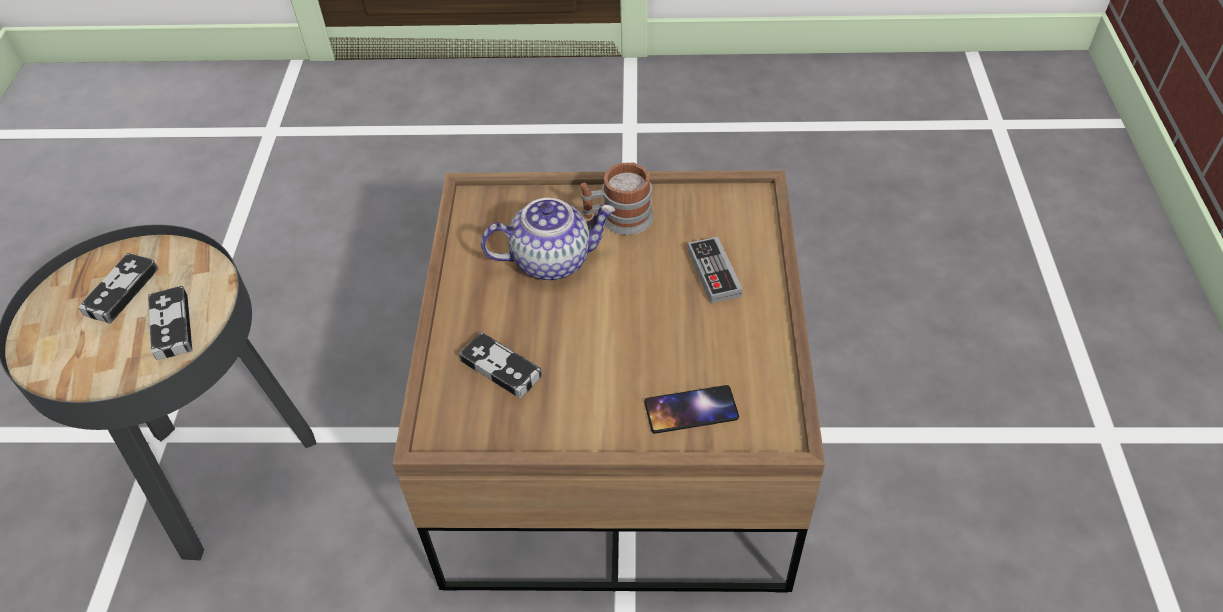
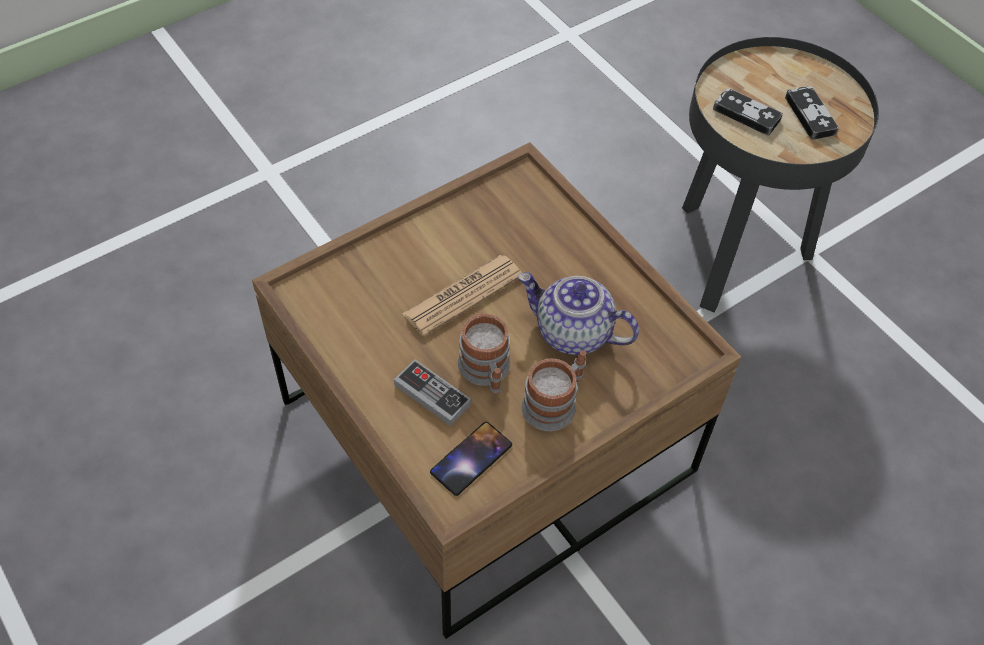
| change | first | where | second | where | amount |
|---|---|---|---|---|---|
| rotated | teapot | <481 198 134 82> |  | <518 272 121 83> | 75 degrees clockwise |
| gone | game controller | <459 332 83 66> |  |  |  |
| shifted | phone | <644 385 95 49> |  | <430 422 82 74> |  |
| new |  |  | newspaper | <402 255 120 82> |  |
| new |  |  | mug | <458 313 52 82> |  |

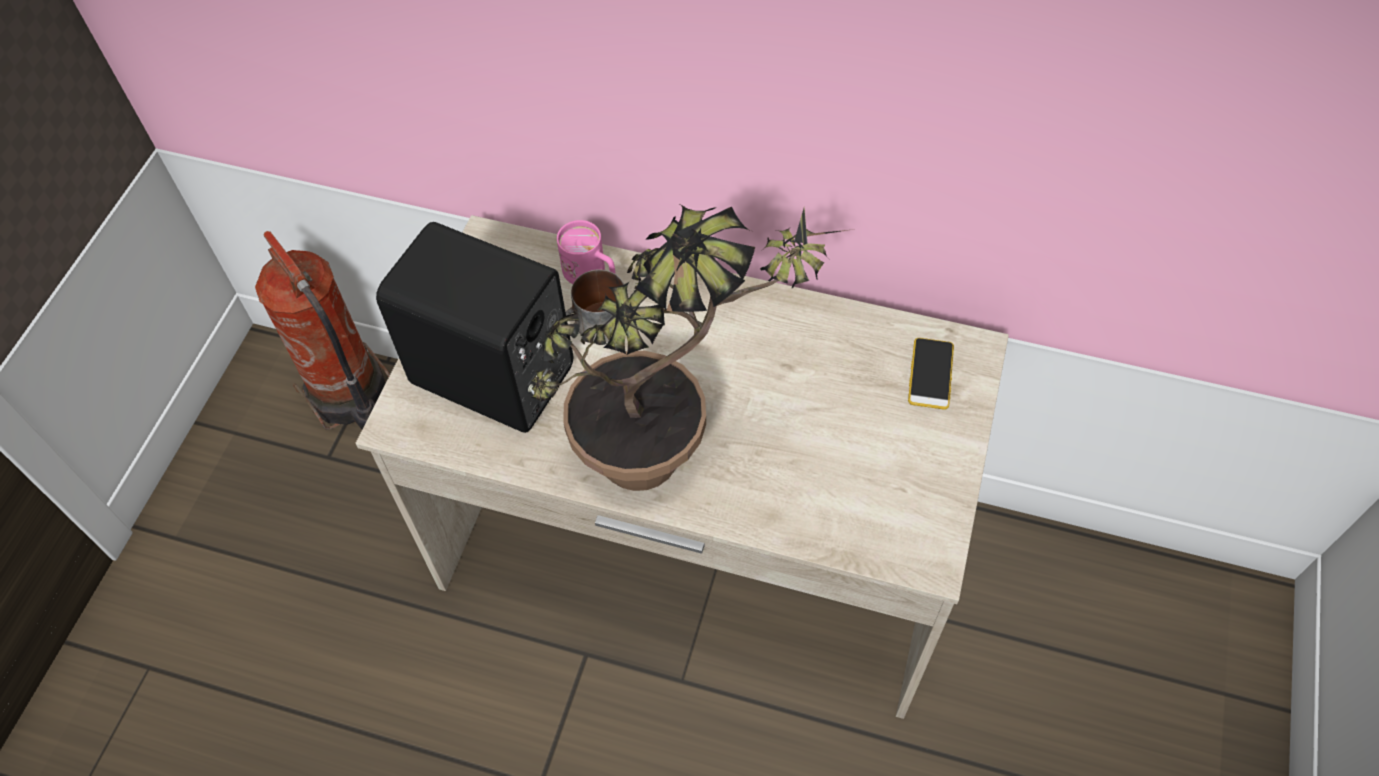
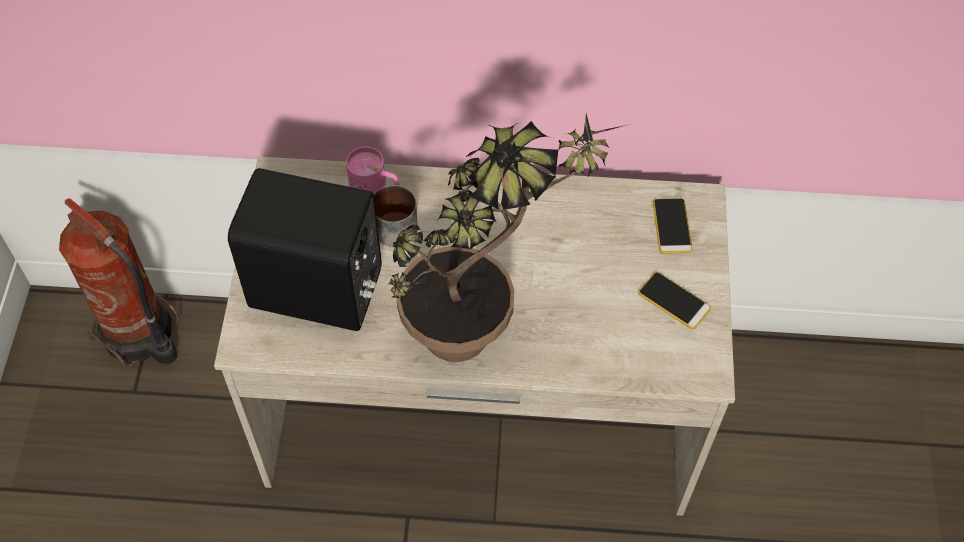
| change | first | where | second | where | amount |
|---|---|---|---|---|---|
| new |  |  | phone | <638 272 73 57> |  |

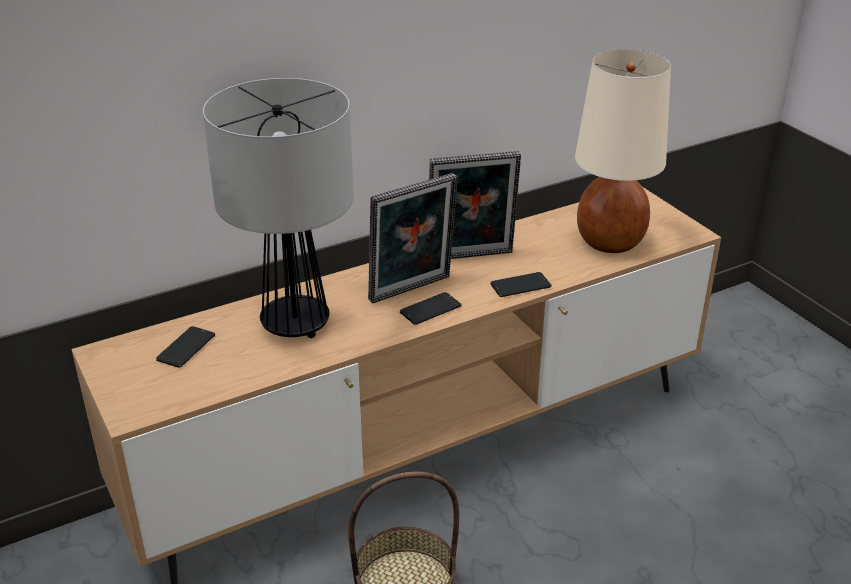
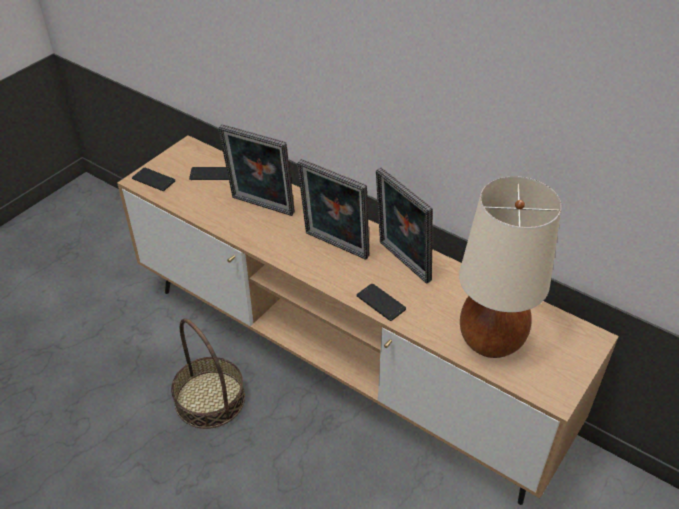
| change | first | where | second | where | amount |
|---|---|---|---|---|---|
| swapped | table lamp | <203 78 151 260> | picture frame | <218 124 77 92> |  |
| shifted | phone | <400 292 62 33> |  | <132 168 43 23> |  |

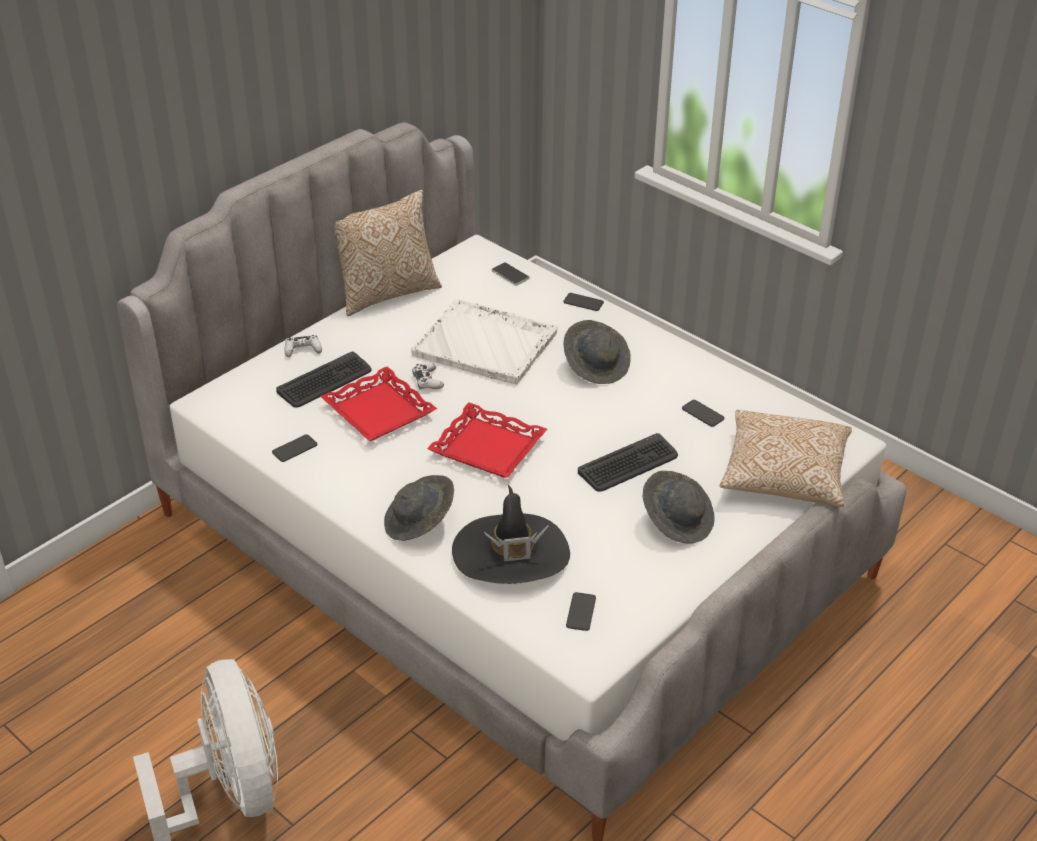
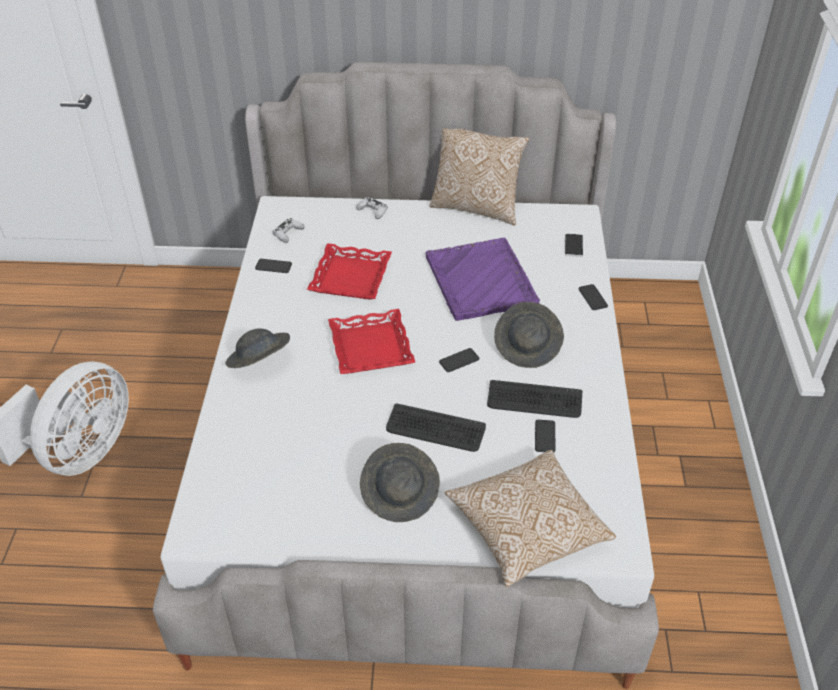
| change | first | where | second | where | amount |
|---|---|---|---|---|---|
| repainted | tray (white) | <411 299 147 85> | tray (purple) | <426 238 114 83> |  |
| shifted | keyboard | <276 352 95 56> |  | <487 380 95 38> |  |
| shifted | game controller (white) | <412 363 32 26> |  | <273 218 32 25> |  |
| gone | hat (black) | <452 485 118 99> |  |  |  |
| shifted | phone | <566 592 30 39> |  | <439 348 40 24> |  |

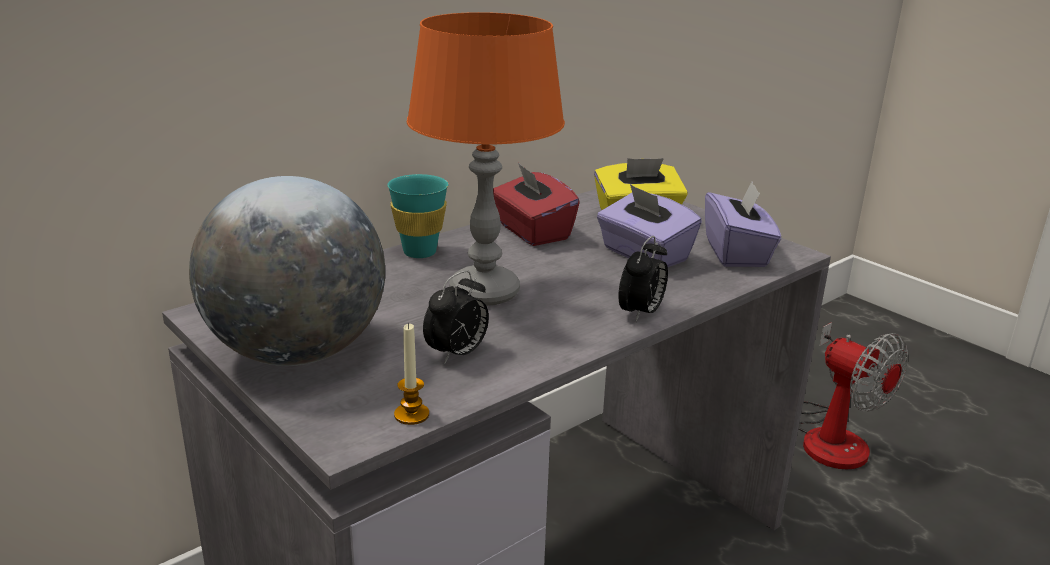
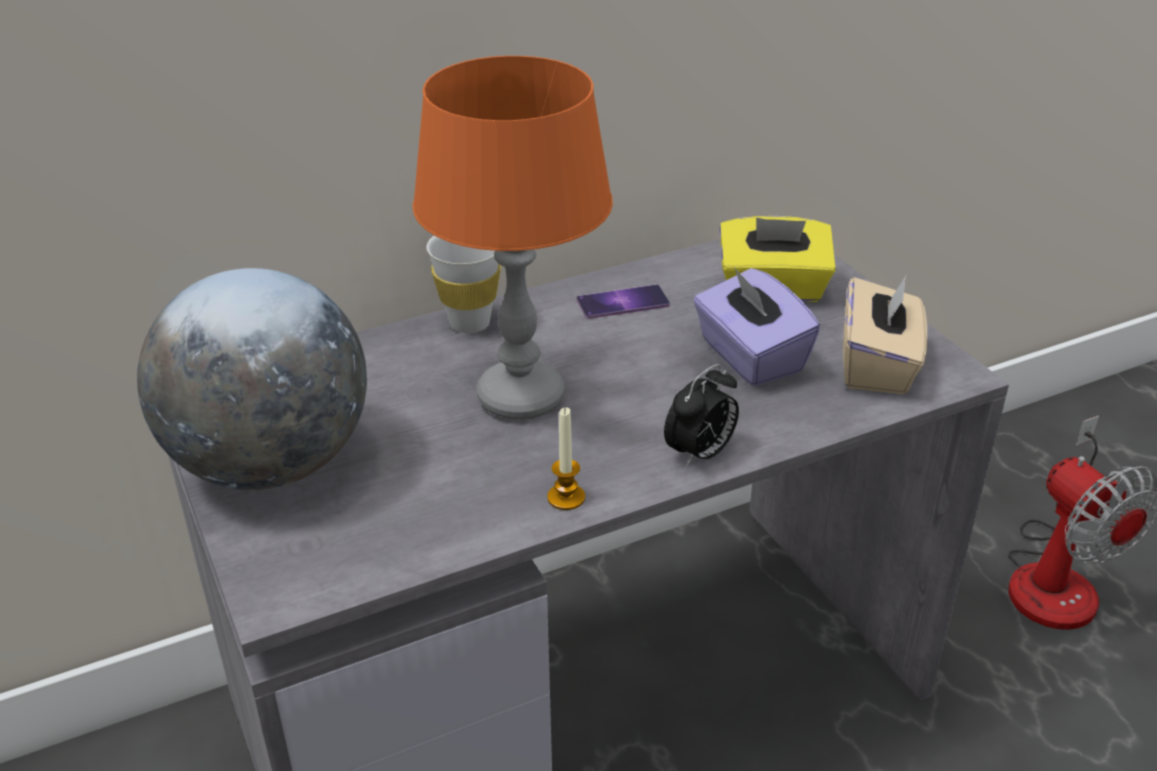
| change | first | where | second | where | amount |
|---|---|---|---|---|---|
| swapped | tissue box (red) | <493 163 87 83> | phone | <576 284 94 35> |  |
| repainted | cup (turquoise) | <388 174 60 84> | cup (white) | <427 236 74 97> |  |
| repainted | tissue box (purple) | <705 181 76 86> | tissue box (beige) | <843 274 84 120> |  |
| gone | alarm clock | <423 270 66 94> |  |  |  |
| shifted | candle | <394 323 35 102> |  | <547 408 38 102> |  |

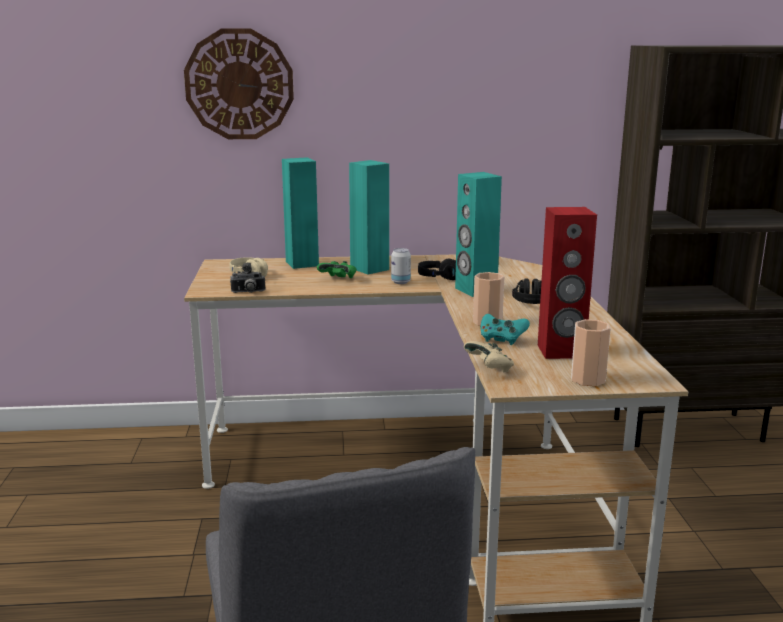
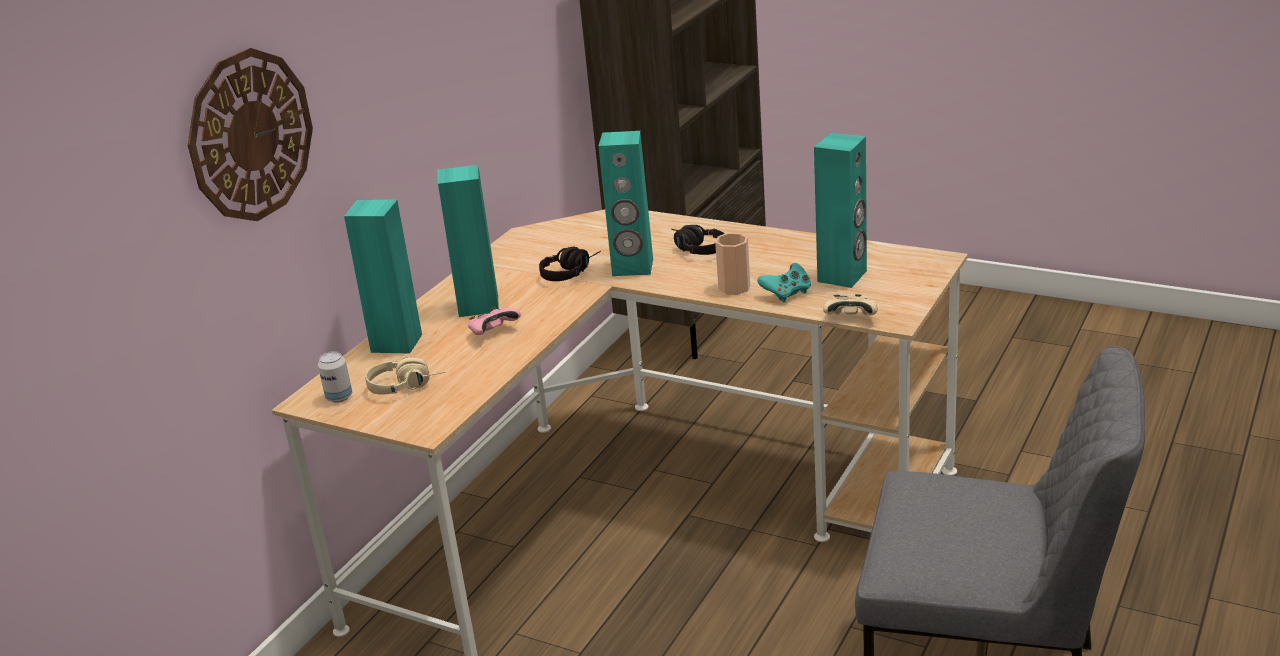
| change | first | where | second | where | amount |
|---|---|---|---|---|---|
| repainted | speaker (red) | <538 207 59 152> | speaker (turquoise) | <814 133 53 155> |  |
| shifted | can | <391 248 20 36> |  | <318 351 34 52> |  |
| repainted | game controller (green) | <317 261 39 17> | game controller (pink) | <468 307 53 28> |  |
| gone | photo camera | <230 263 36 30> |  |  |  |
| gone | cup | <571 319 40 67> |  |  |  |

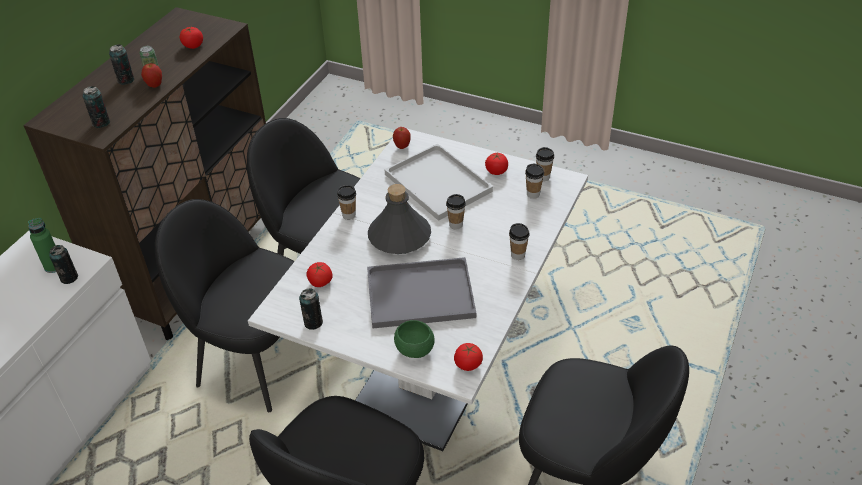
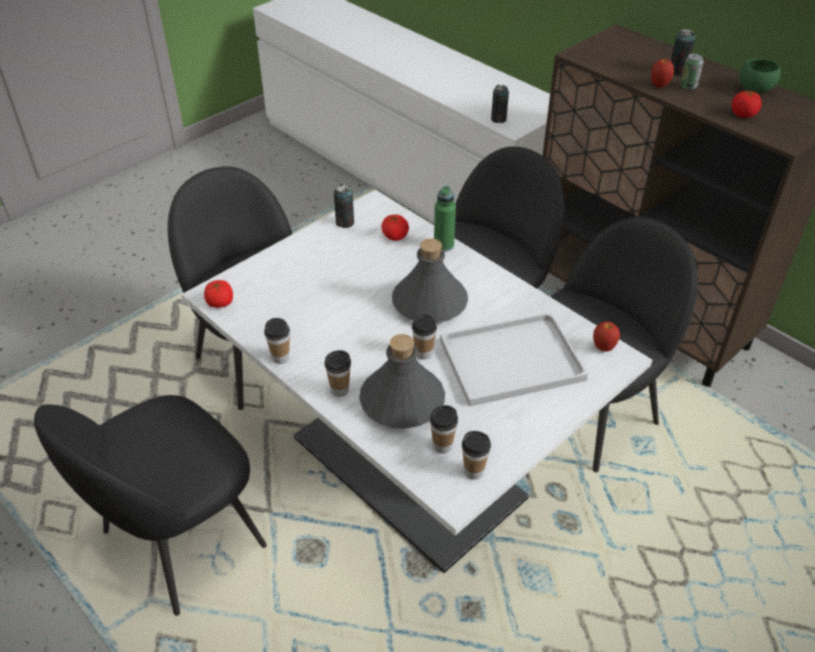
| change | first | where | second | where | amount |
|---|---|---|---|---|---|
| gone | can | <83 86 27 42> |  |  |  |
| gone | tomato | <485 153 23 22> |  |  |  |
| shifted | cup | <337 185 19 35> |  | <264 318 26 46> |  |
| shifted | bottle (green) | <28 218 28 55> |  | <434 186 22 66> |  |
| gone | tray (grey) | <367 257 109 72> |  |  |  |
| shifted | bowl (green) | <394 320 41 38> |  | <739 59 42 35> |  |
| new |  |  | bottle (grey) | <359 334 86 95> |  |

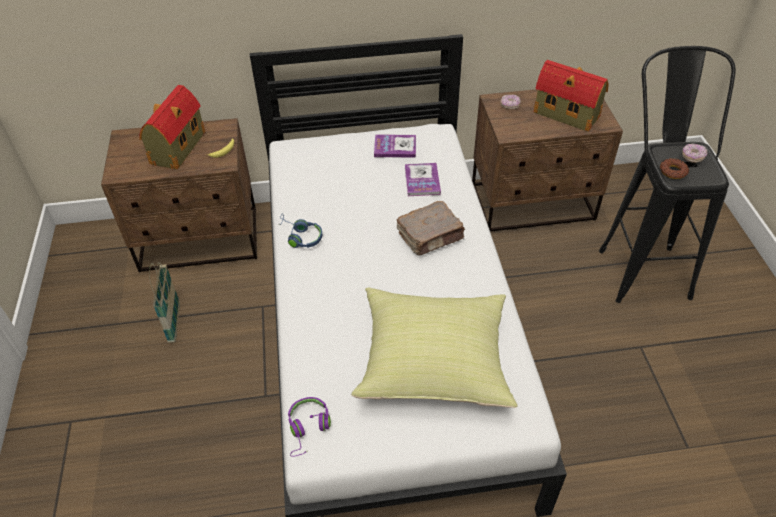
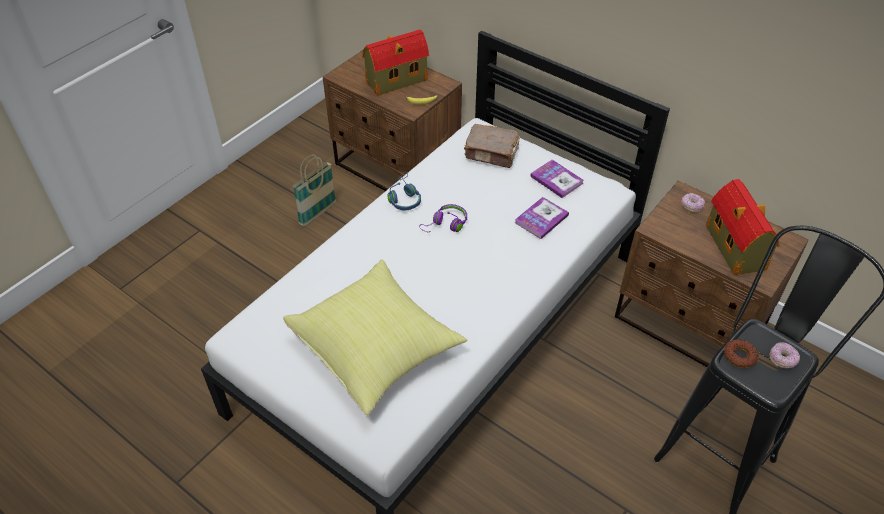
| change | first | where | second | where | amount |
|---|---|---|---|---|---|
| shifted | book (brown) | <397 201 68 54> |  | <464 124 56 44> |  |
| shifted | headphones (purple) | <288 397 43 60> |  | <419 204 48 28> |  |

